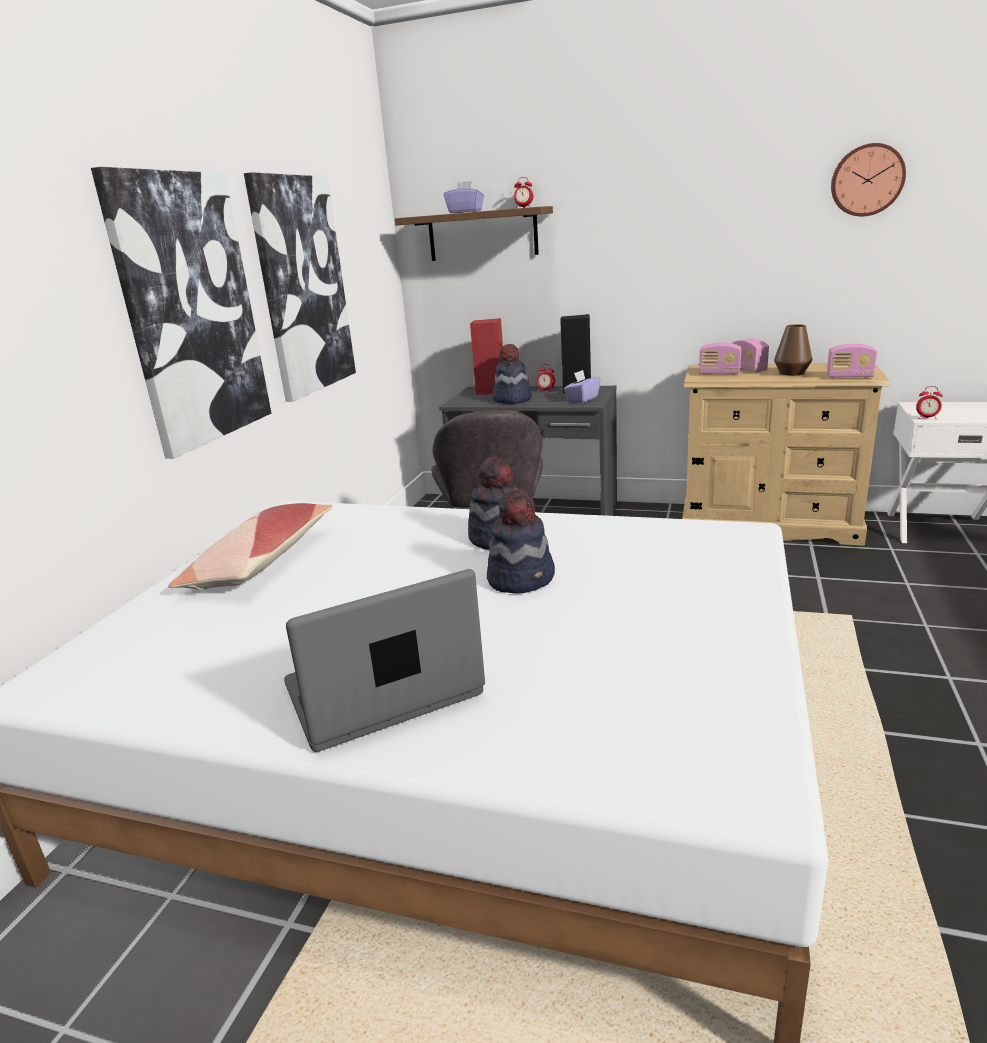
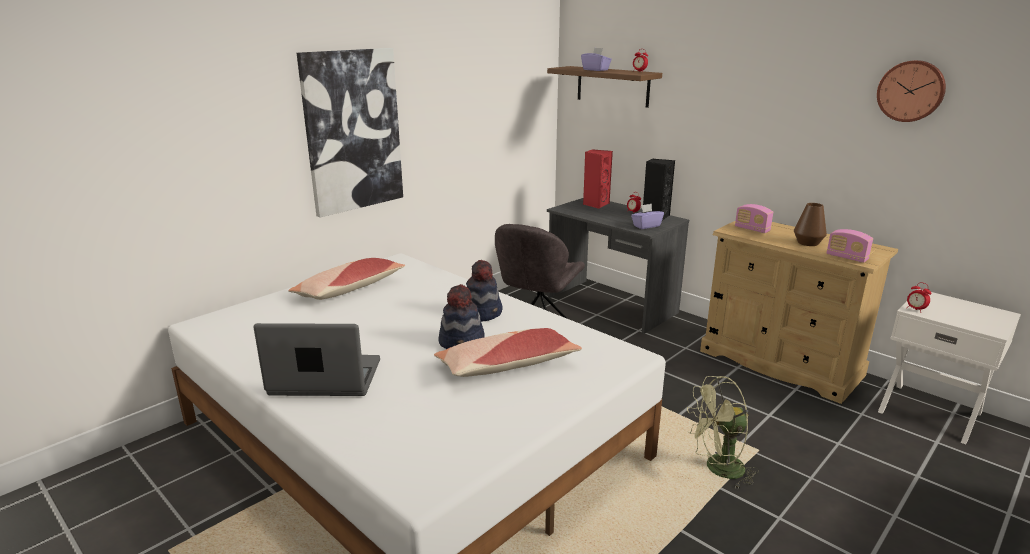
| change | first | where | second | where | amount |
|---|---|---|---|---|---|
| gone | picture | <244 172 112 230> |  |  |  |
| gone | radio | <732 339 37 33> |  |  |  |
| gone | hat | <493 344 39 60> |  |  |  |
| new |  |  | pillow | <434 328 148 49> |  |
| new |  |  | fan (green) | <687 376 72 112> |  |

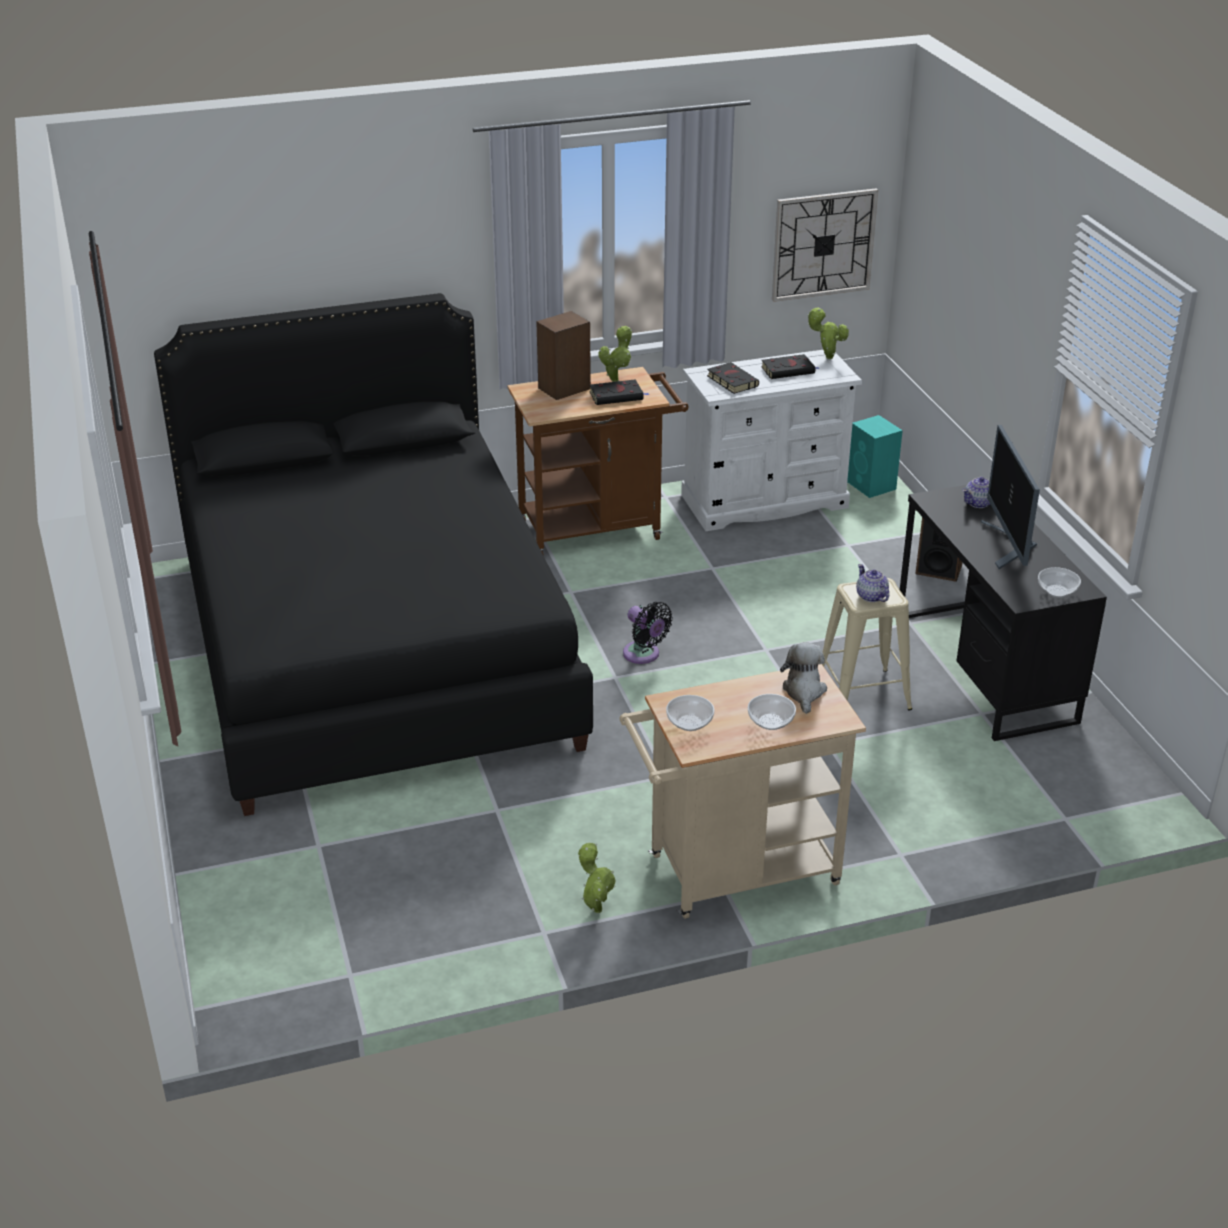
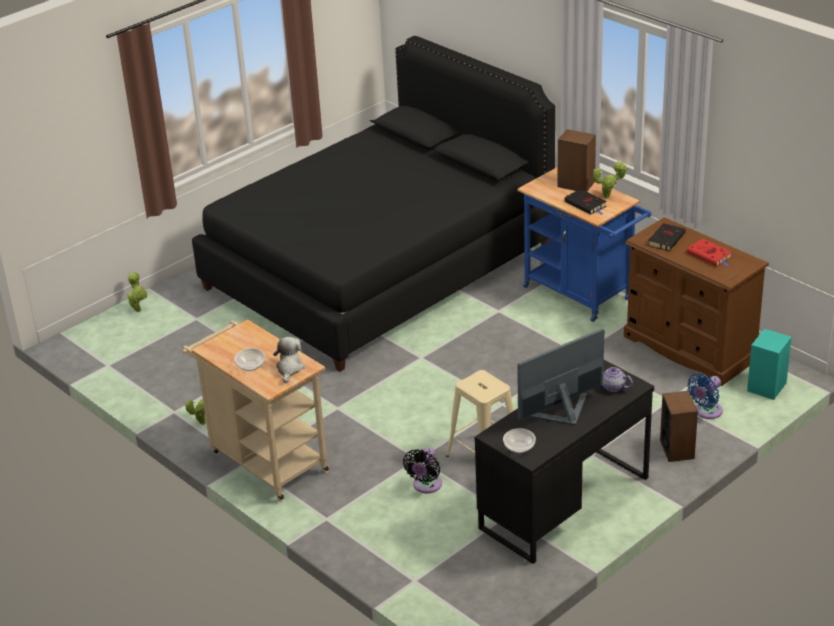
| change | first | where | second | where | amount |
|---|---|---|---|---|---|
| gone | wall clock | <772 188 106 114> |  |  |  |
| shifted | potted plant | <807 307 42 52> |  | <127 272 20 40> |  |
| repainted | dresser (white) | <681 350 181 181> | dresser (brown) | <624 217 145 169> |  |
| repainted | book (black) | <761 354 59 25> | book (red) | <687 239 45 27> |  |
| repainted | cart (brown) | <507 367 181 189> | cart (blue) | <518 167 133 155> |  |
| gone | teapot | <856 564 33 38> |  |  |  |
| shifted | fan (black) | <623 602 50 62> |  | <403 447 39 47> |  |
| rotated | plush toy | <780 642 47 72> |  | <273 337 32 46> | 60 degrees counterclockwise |
| gone | bowl | <666 695 48 36> |  |  |  |
| new |  |  | fan (blue) | <687 373 36 46> |  |

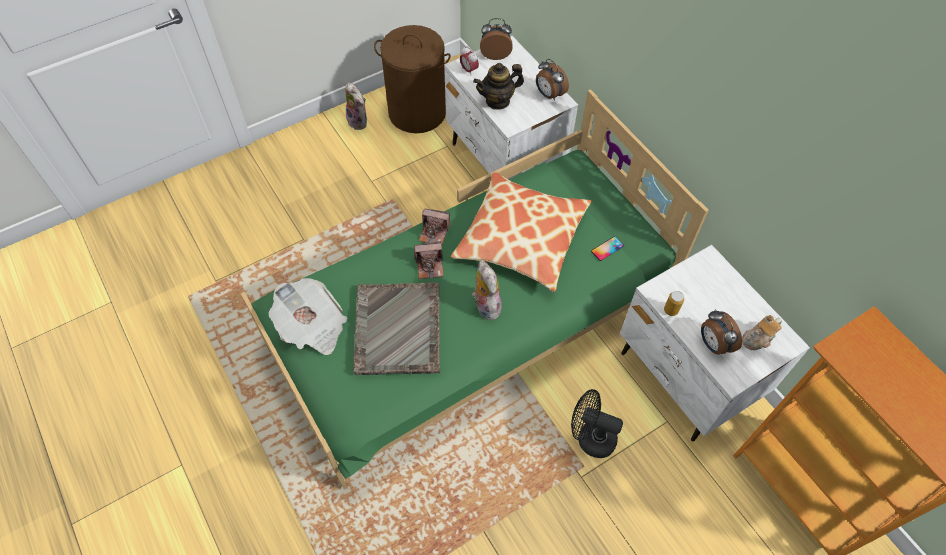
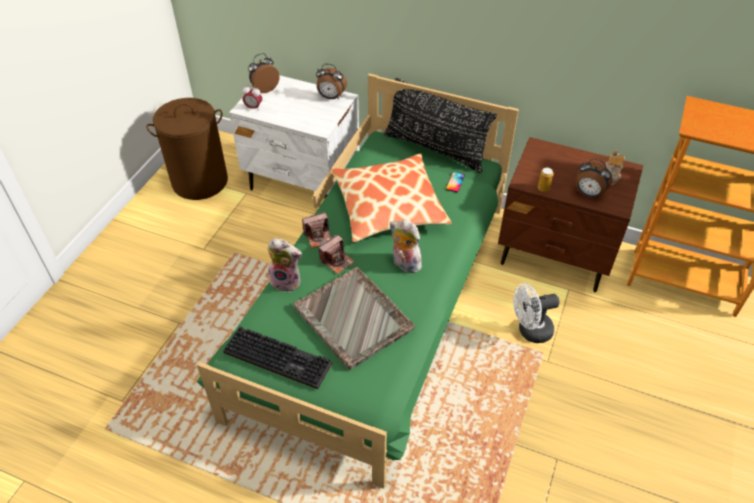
| change | first | where | second | where | amount |
|---|---|---|---|---|---|
| gone | teapot | <473 63 51 46> |  |  |  |
| shifted | plush toy | <345 83 22 47> |  | <267 238 35 54> |  |
| repainted | nightstand (white) | <620 245 190 197> | nightstand (brown) | <498 137 145 155> |  |
| swapped | newspaper | <268 278 79 77> | keyboard | <223 326 109 63> |  |
| repainted | fan (black) | <571 389 52 69> | fan (white) | <513 283 47 60> |  |
| new |  |  | pillow (black) | <384 78 113 95> |  |

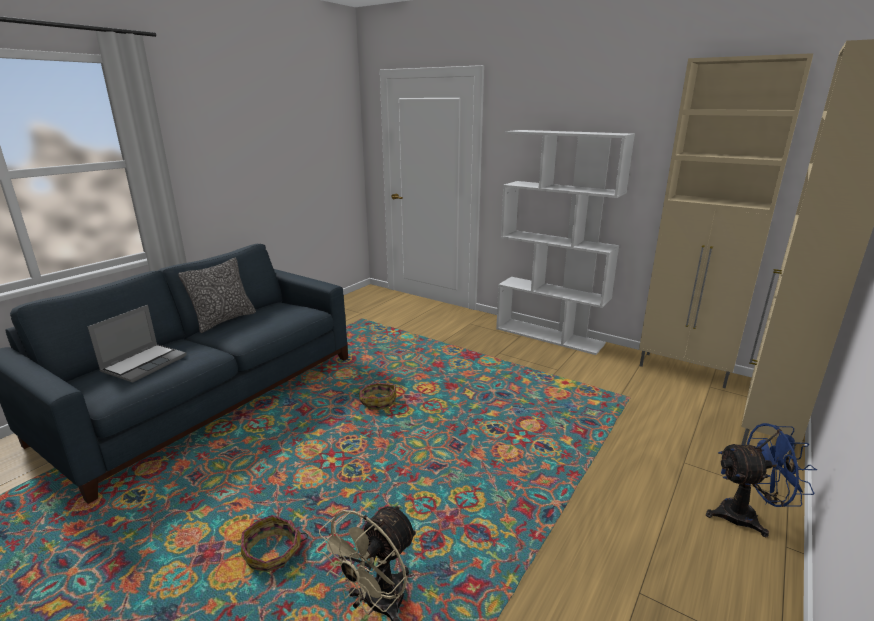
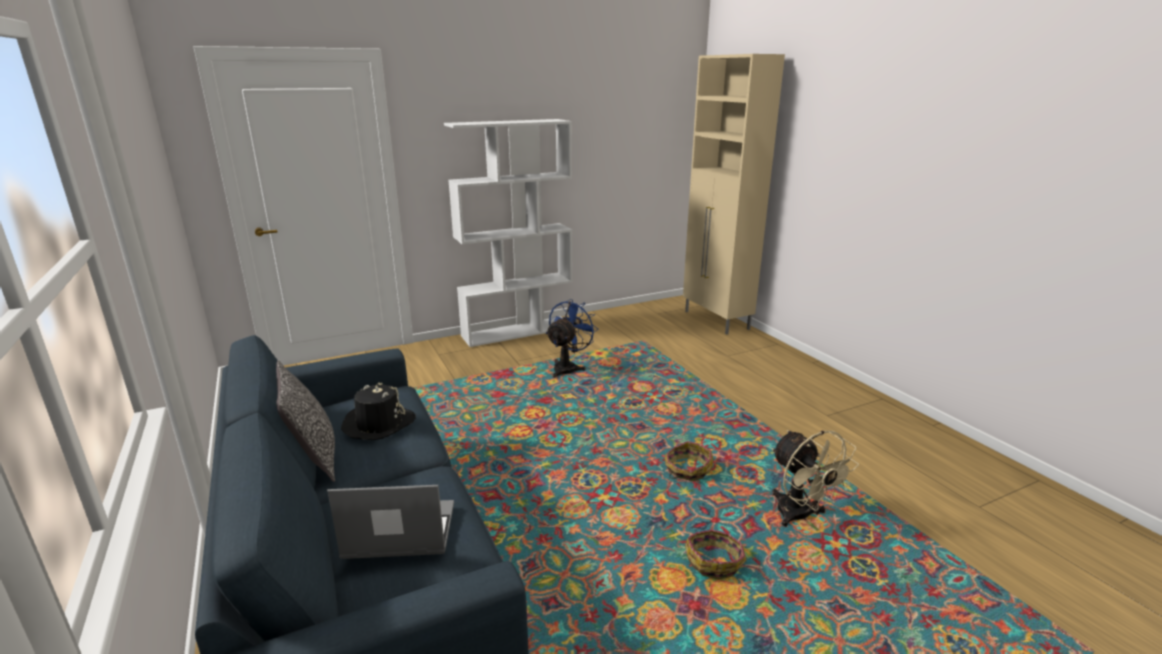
| change | first | where | second | where | amount |
|---|---|---|---|---|---|
| gone | cabinet (beige) | <639 53 174 335> |  |  |  |
| rotated | laptop | <87 305 100 77> |  | <327 485 127 74> | 60 degrees counterclockwise |
| shifted | basket | <355 383 41 27> |  | <665 441 48 40> |  |
| shifted | fan (blue) | <706 423 111 114> |  | <546 299 53 79> |  |
| new |  |  | hat (black) | <341 382 75 58> |  |

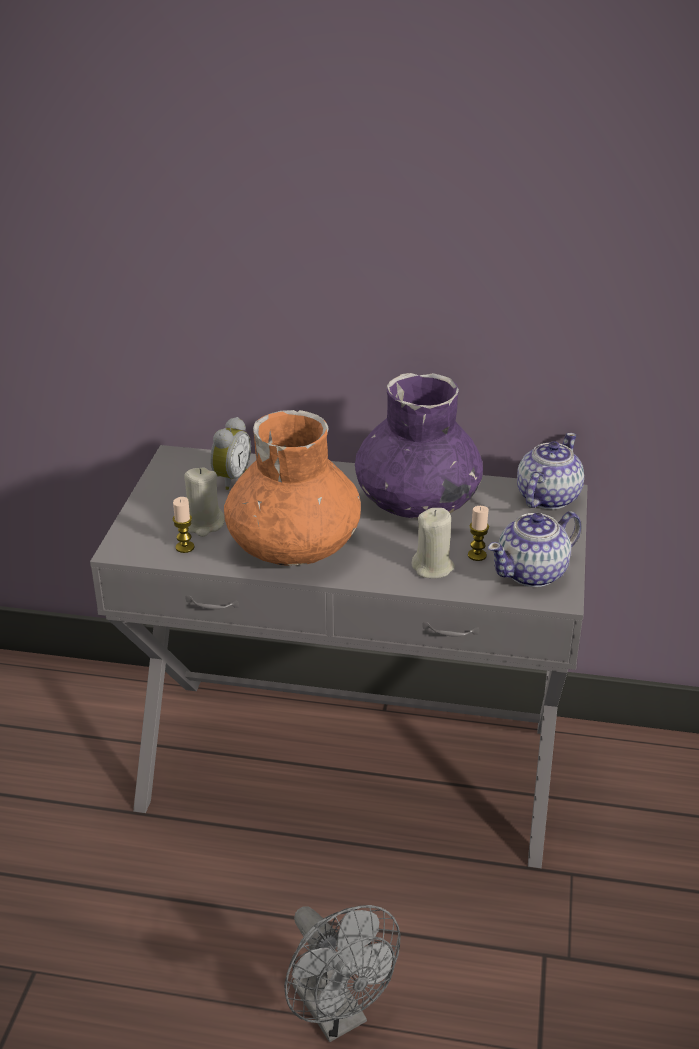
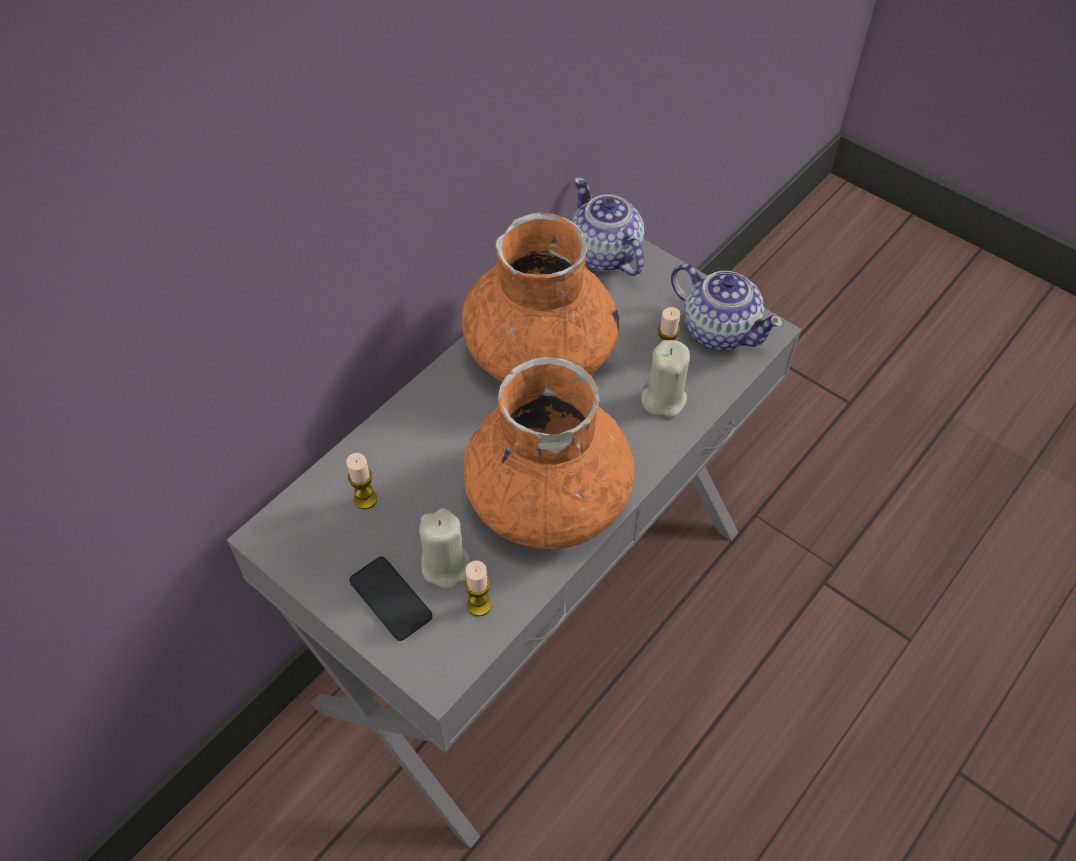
| change | first | where | second | where | amount |
|---|---|---|---|---|---|
| repainted | vase (purple) | <355 373 128 146> | vase (orange) | <462 213 157 169> |  |
| swapped | alarm clock | <210 417 41 73> | candle | <346 453 31 56> |  |
| rotated | teapot | <488 511 93 76> |  | <671 263 113 87> | 45 degrees counterclockwise |
| gone | fan (grey) | <284 905 117 137> |  |  |  |
| new |  |  | phone | <349 557 83 84> |  |

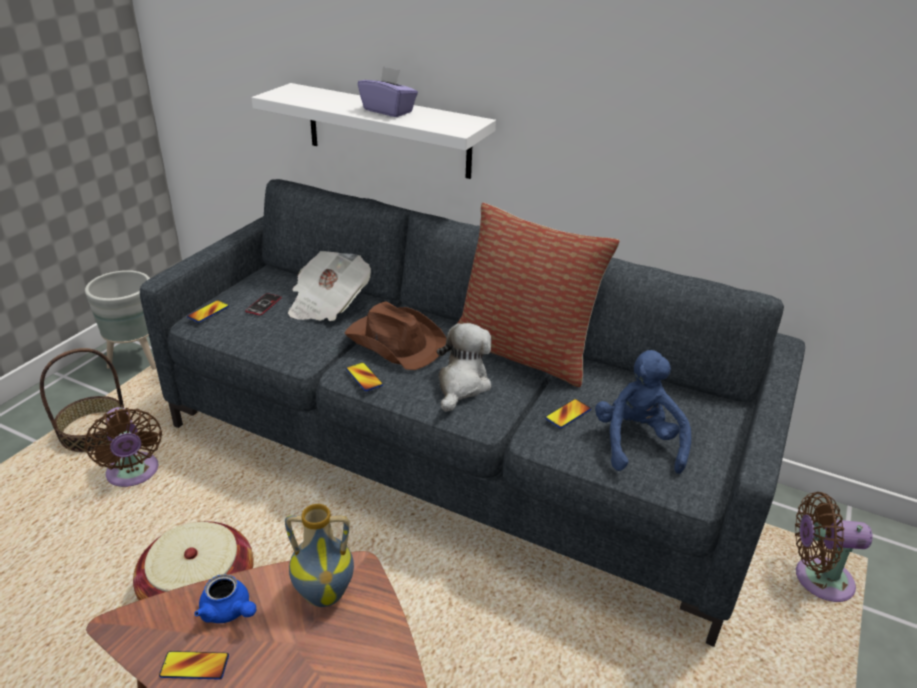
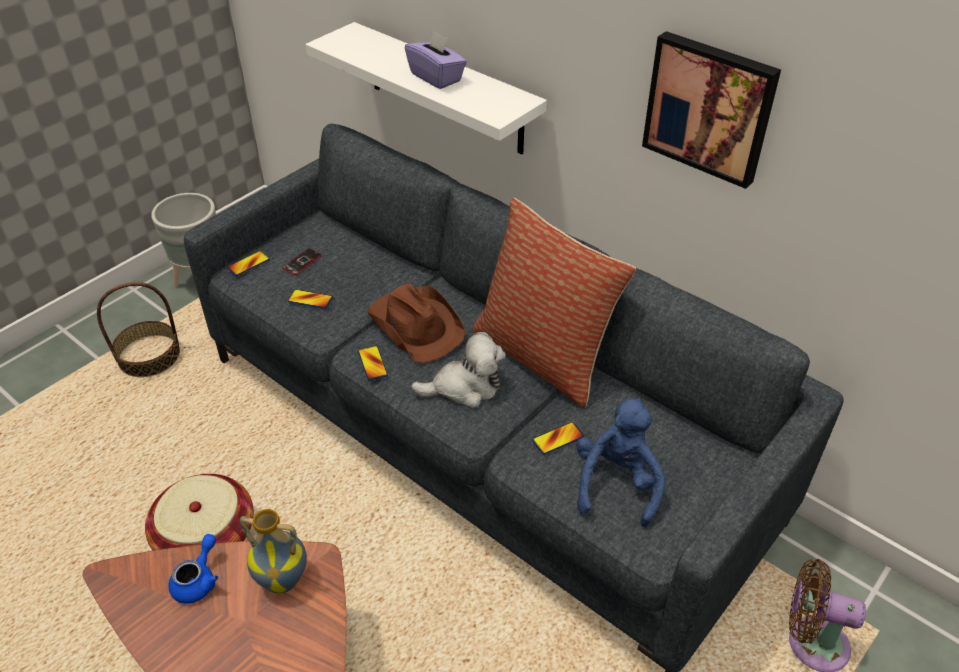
| change | first | where | second | where | amount |
|---|---|---|---|---|---|
| gone | newspaper | <288 251 83 70> |  |  |  |
| rotated | plush toy | <437 323 55 89> |  | <411 332 95 76> | 45 degrees clockwise |
| gone | fan (brown) | <84 407 78 80> |  |  |  |
| rotated | teapot (blue) | <194 574 62 49> |  | <168 534 50 70> | 120 degrees counterclockwise |
| shifted | phone | <159 651 70 28> |  | <288 290 45 19> |  |
| new |  |  | picture | <642 31 139 158> |  |

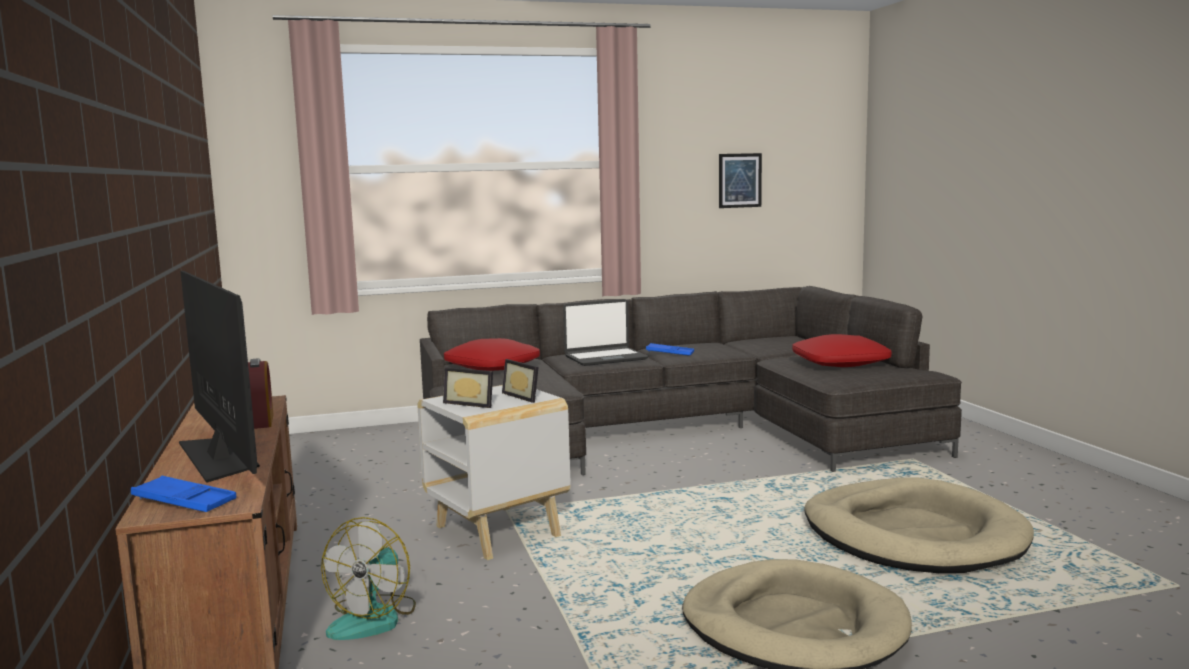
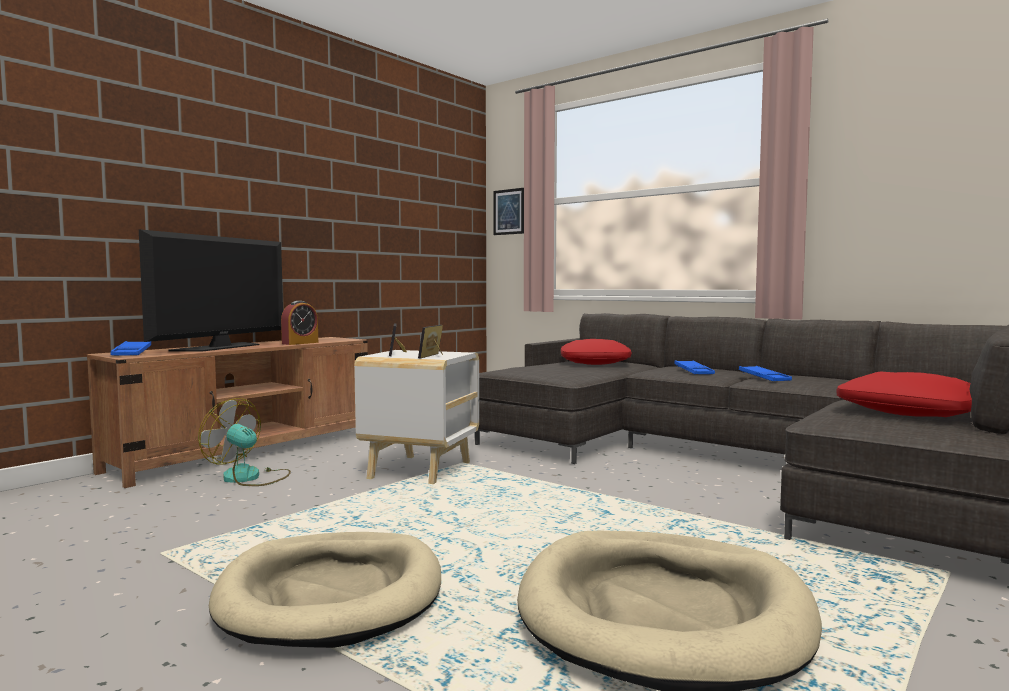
| change | first | where | second | where | amount |
|---|---|---|---|---|---|
| shifted | picture | <719 153 43 55> |  | <494 188 30 47> |  |
| swapped | laptop | <563 299 85 67> | tray (blue) | <674 360 41 14> |  |
| rotated | fan | <321 517 95 123> |  | <198 398 93 88> | 45 degrees clockwise |

